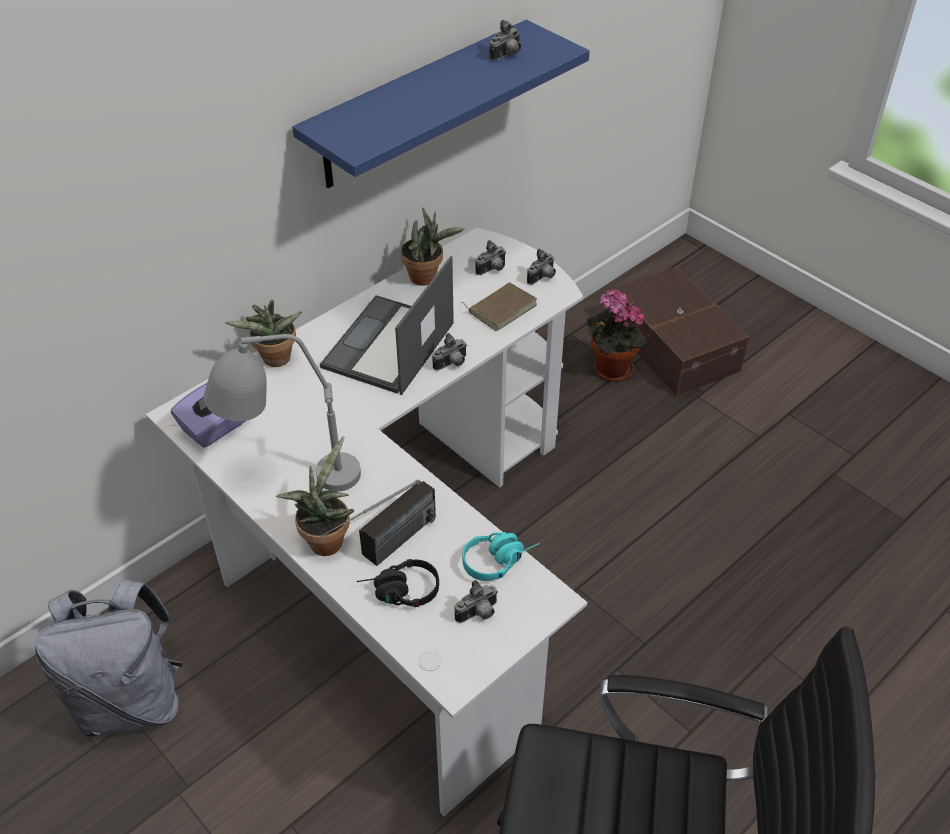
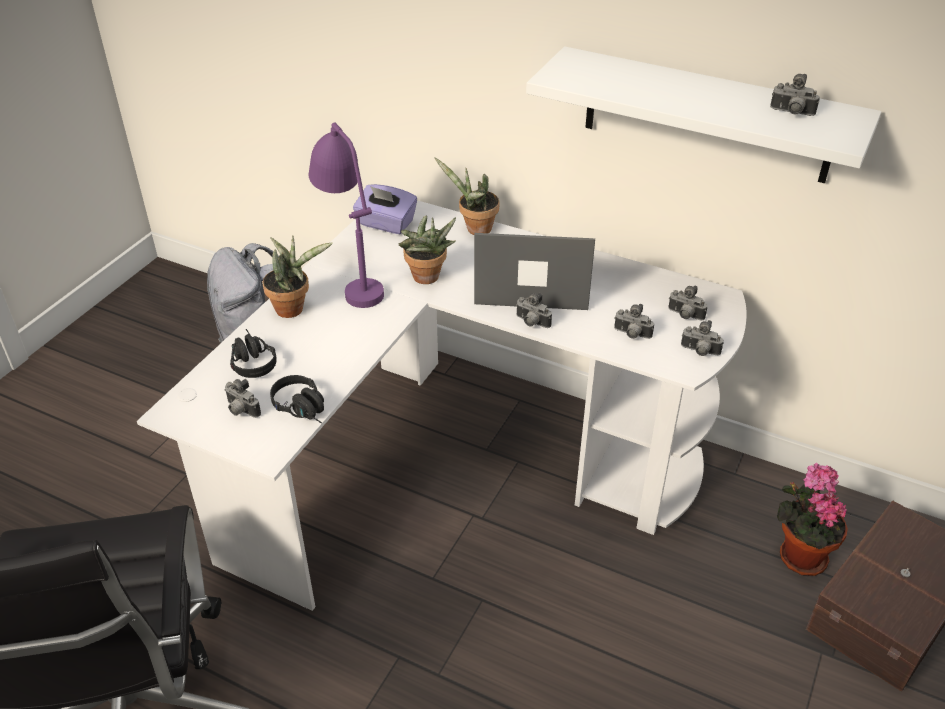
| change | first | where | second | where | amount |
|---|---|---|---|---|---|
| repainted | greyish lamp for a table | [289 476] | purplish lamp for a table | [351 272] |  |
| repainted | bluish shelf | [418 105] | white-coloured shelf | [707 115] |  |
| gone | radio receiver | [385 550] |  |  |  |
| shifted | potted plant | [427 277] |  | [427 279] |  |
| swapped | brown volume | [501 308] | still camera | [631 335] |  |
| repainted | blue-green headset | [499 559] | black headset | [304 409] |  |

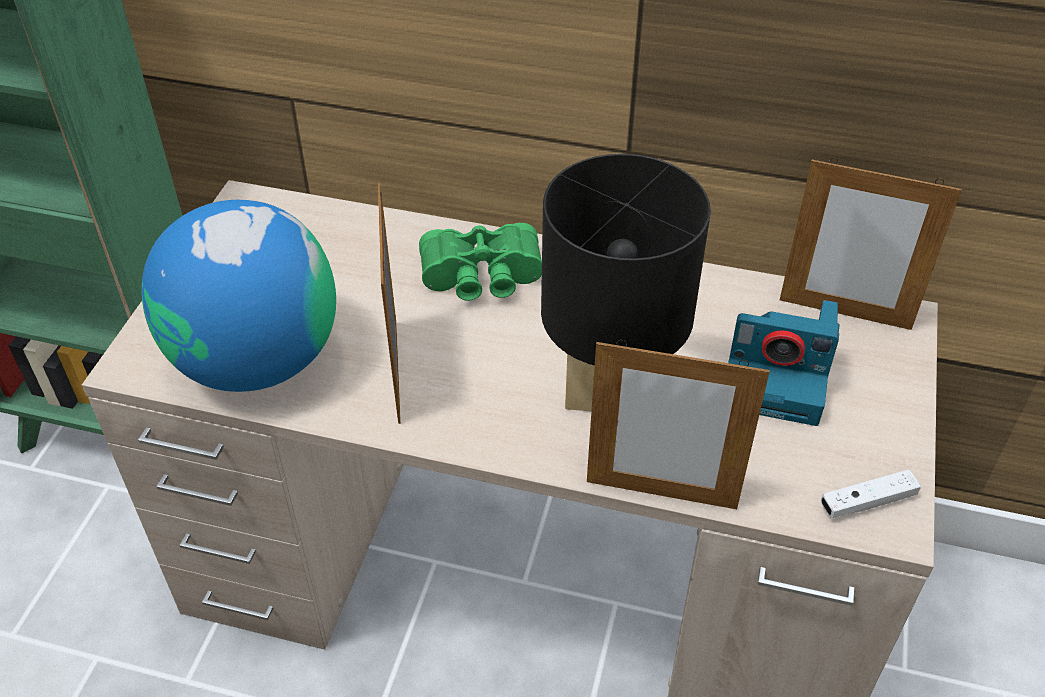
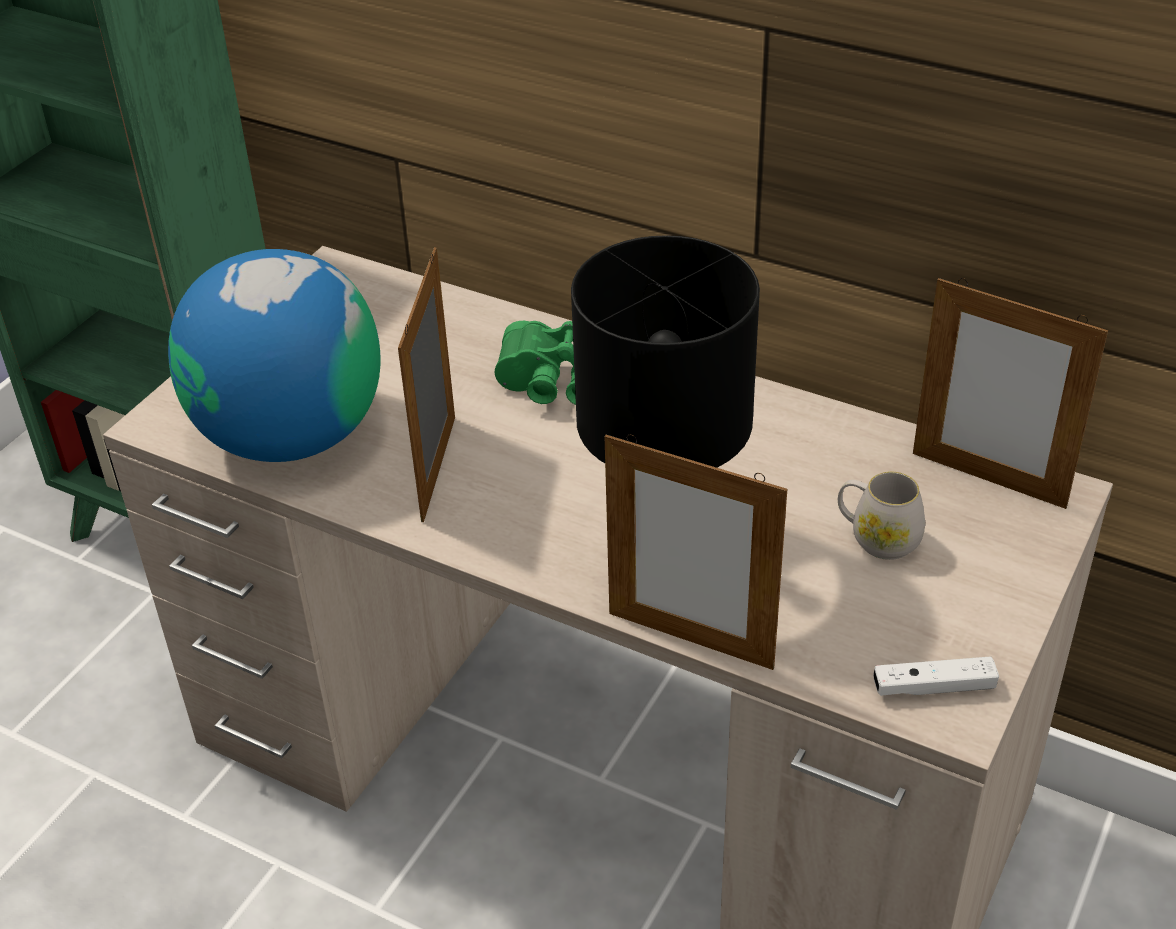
| change | first | where | second | where | amount |
|---|---|---|---|---|---|
| swapped | still camera | [778 378] | white-coloured mug | [877 538] |  |

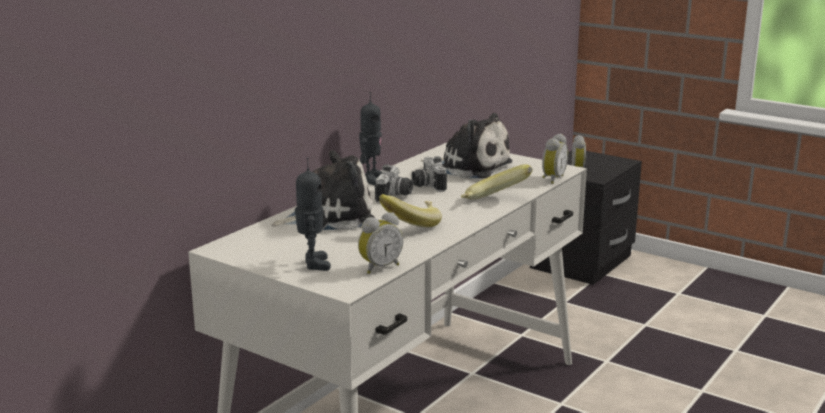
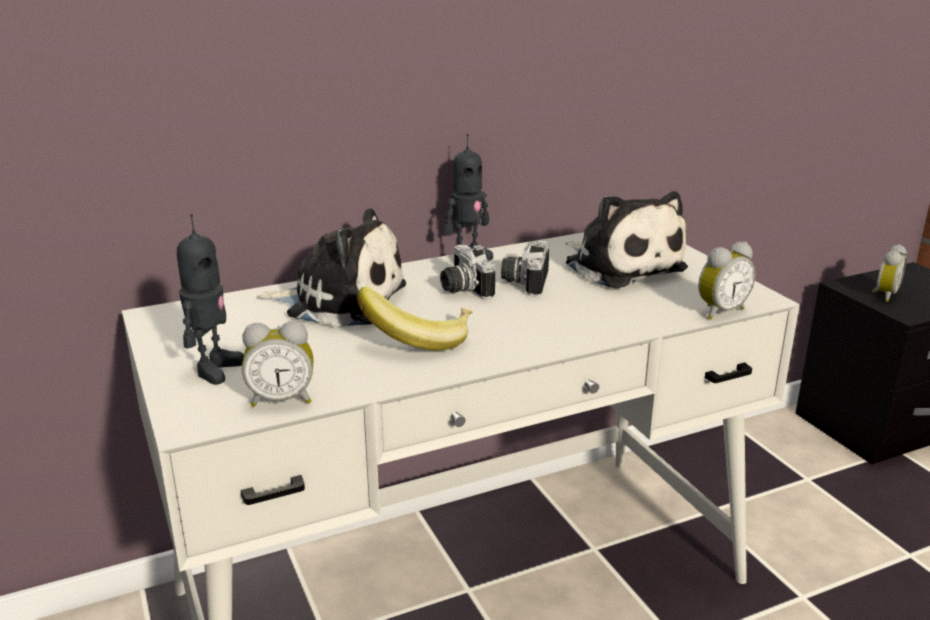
| change | first | where | second | where | amount |
|---|---|---|---|---|---|
| rotated | still camera | [395 196] |  | [462 289] | 105 degrees clockwise |
| gone | banana | [494 202] |  |  |  |

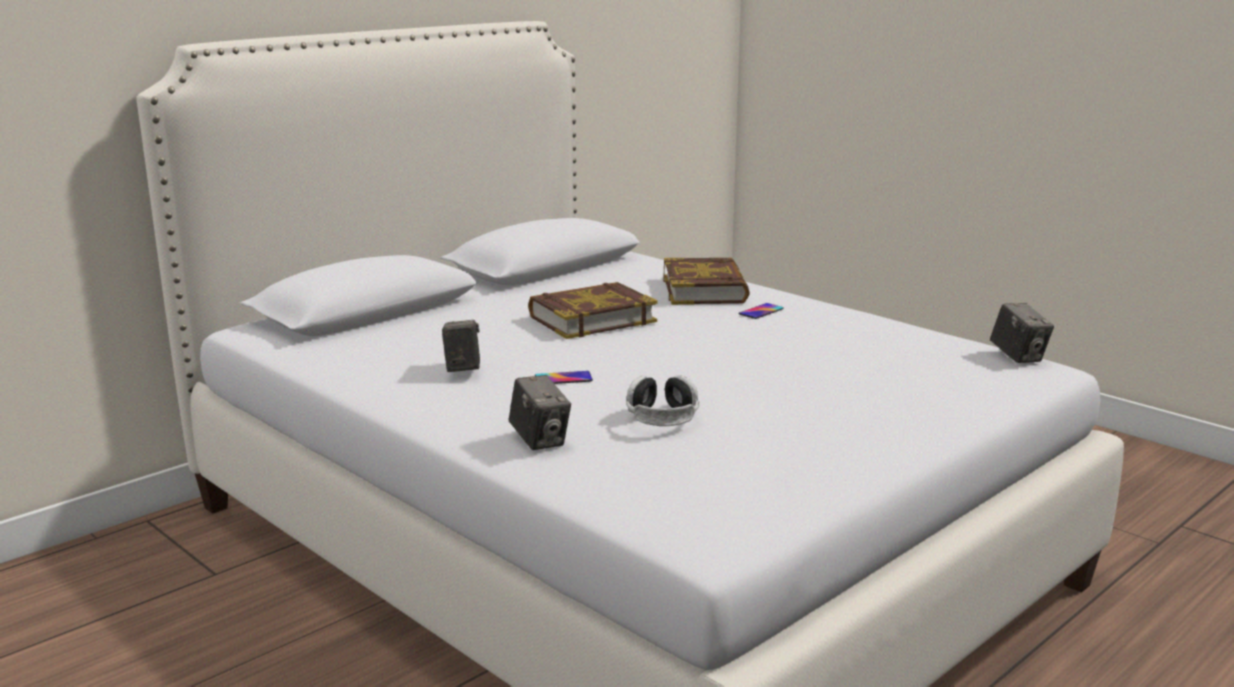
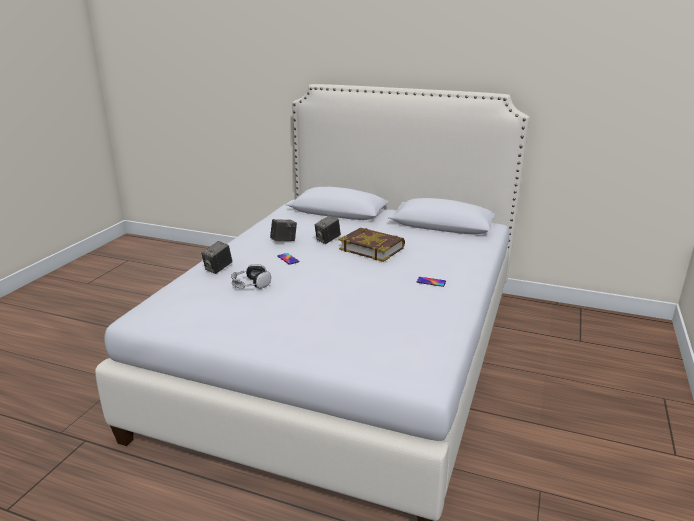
| change | first | where | second | where | amount |
|---|---|---|---|---|---|
| gone | volume | [705 290] |  |  |  |
| shifted | still camera | [1018 357] |  | [328 240] |  |

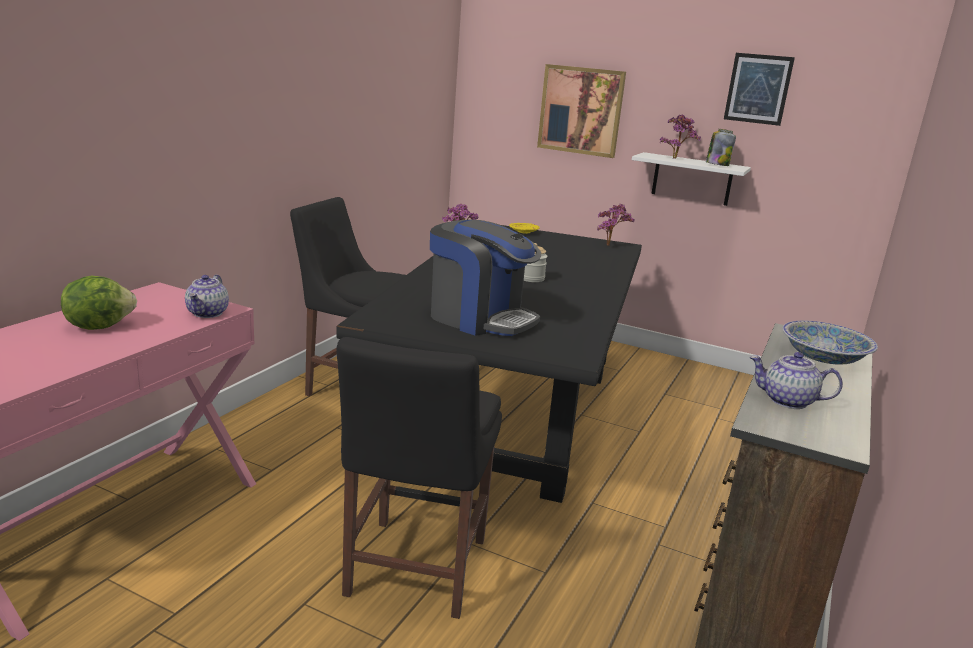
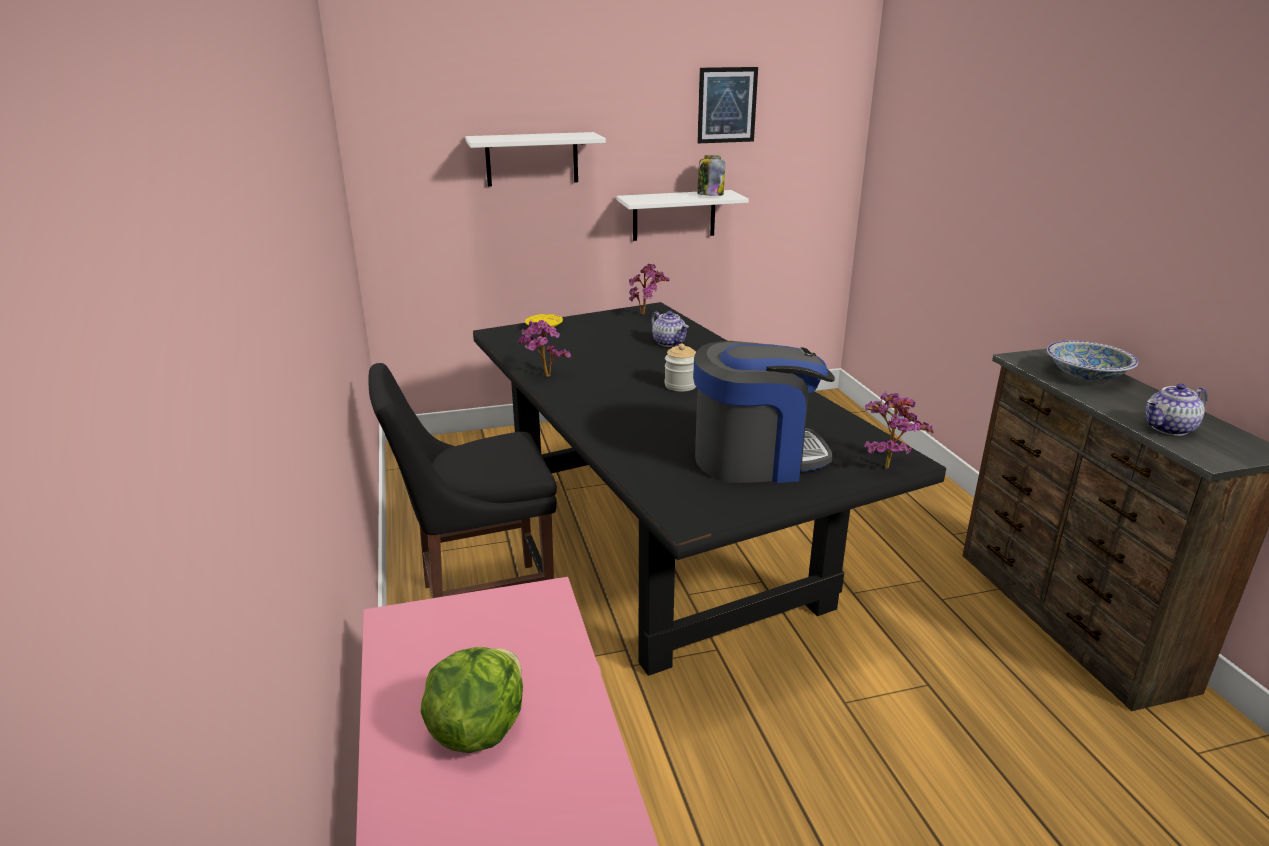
| change | first | where | second | where | amount |
|---|---|---|---|---|---|
| shifted | tea pot | [208 313] |  | [669 343] |  |
| gone | black plain chair | [413 571] |  |  |  |
| swapped | wall picture | [581 110] | white-coloured shelf | [532 159] |  |
| shifted | potted plant | [676 158] |  | [885 465] |  |

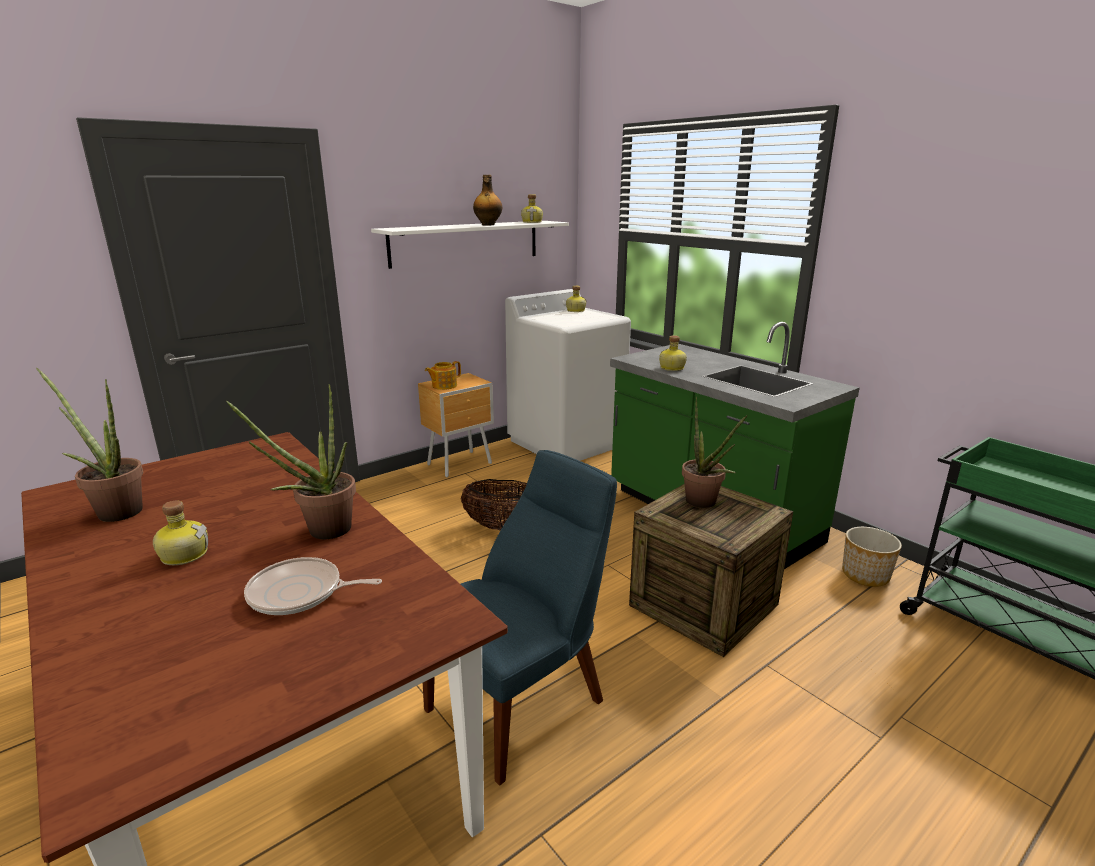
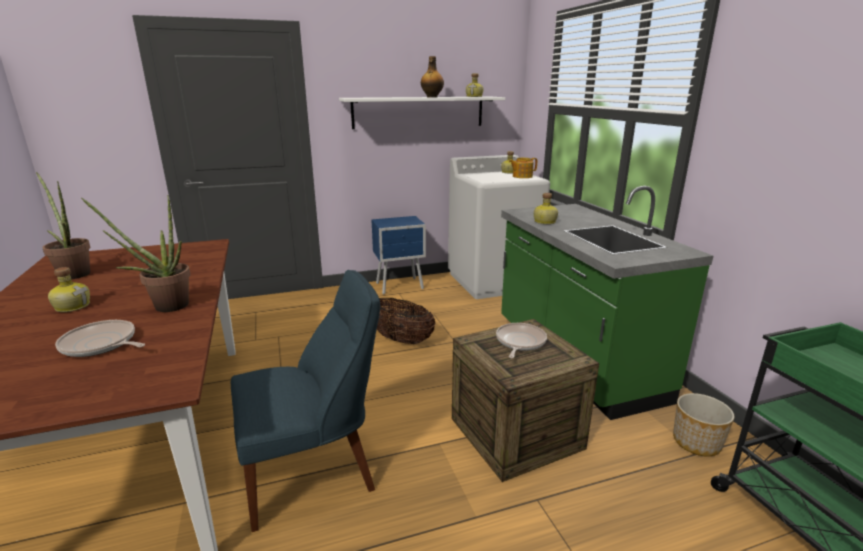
| change | first | where | second | where | amount |
|---|---|---|---|---|---|
| repainted | brown nightstand | [461 464] | bluish nightstand | [401 286] |  |
| shifted | tea pot | [443 386] |  | [521 176] |  |
| swapped | potted plant | [704 504] | skillet | [519 342] |  |

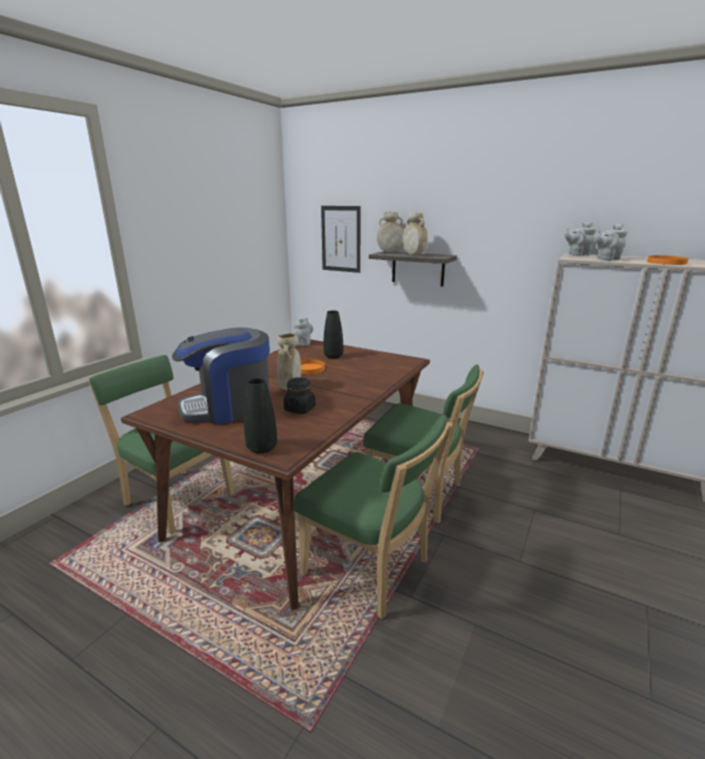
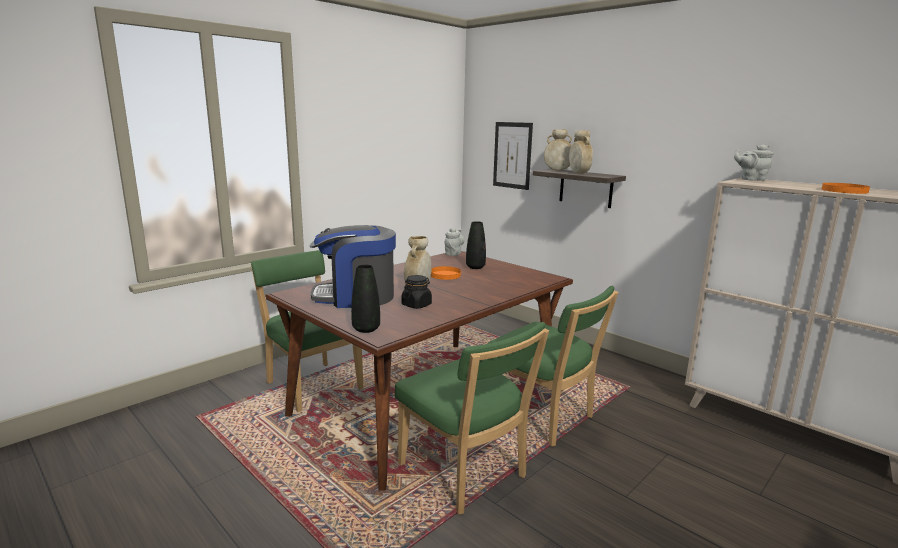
| change | first | where | second | where | amount |
|---|---|---|---|---|---|
| gone | greyish tea pot | [607 259] |  |  |  |

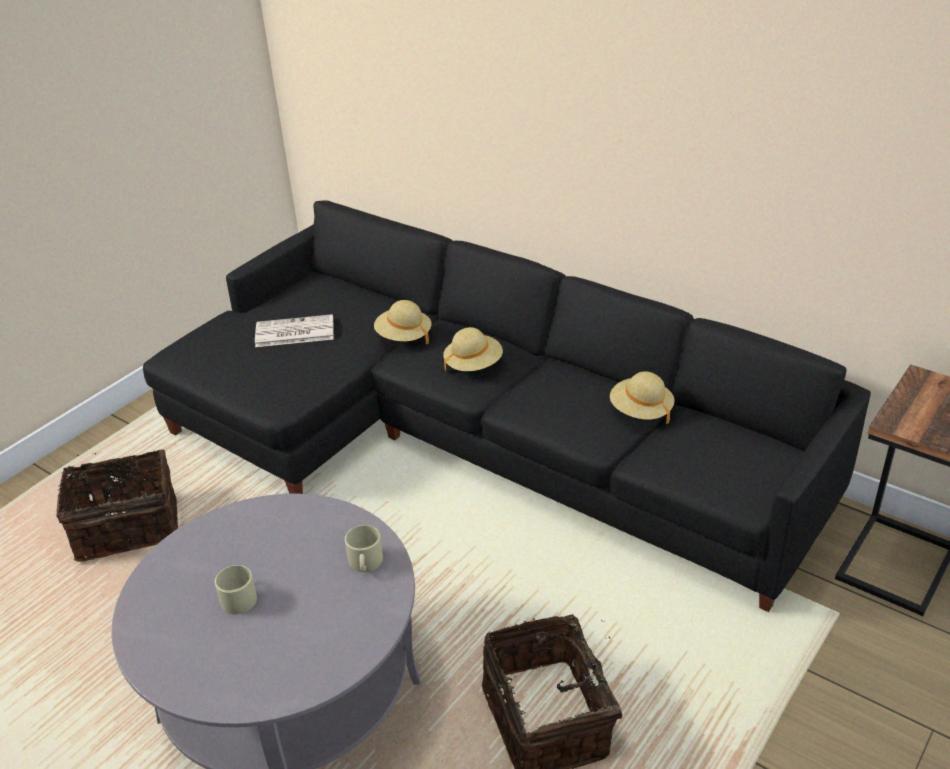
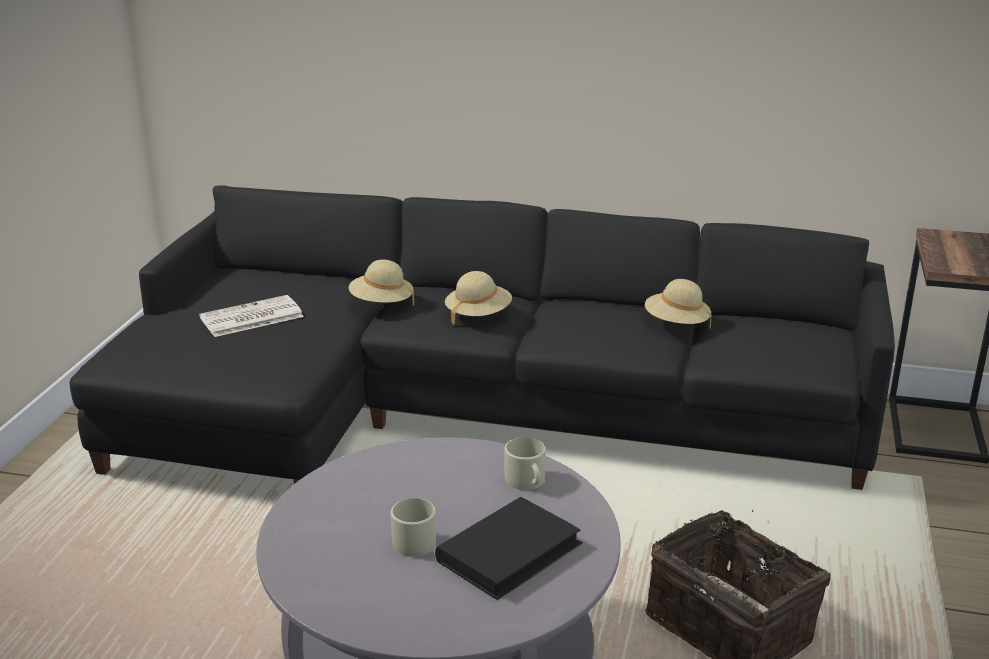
| change | first | where | second | where | amount |
|---|---|---|---|---|---|
| gone | basket | [127 526] |  |  |  |
| new |  |  | black volume | [509 552] |  |

